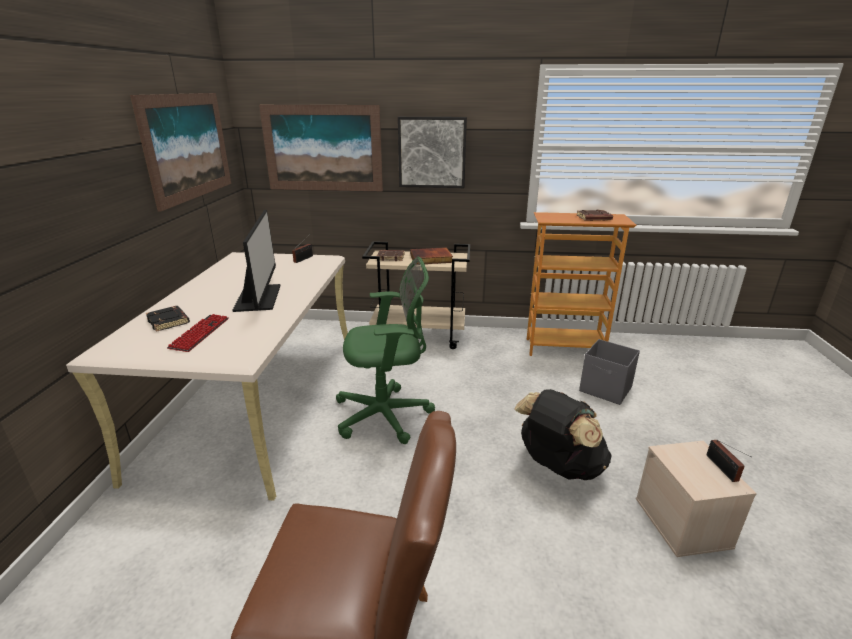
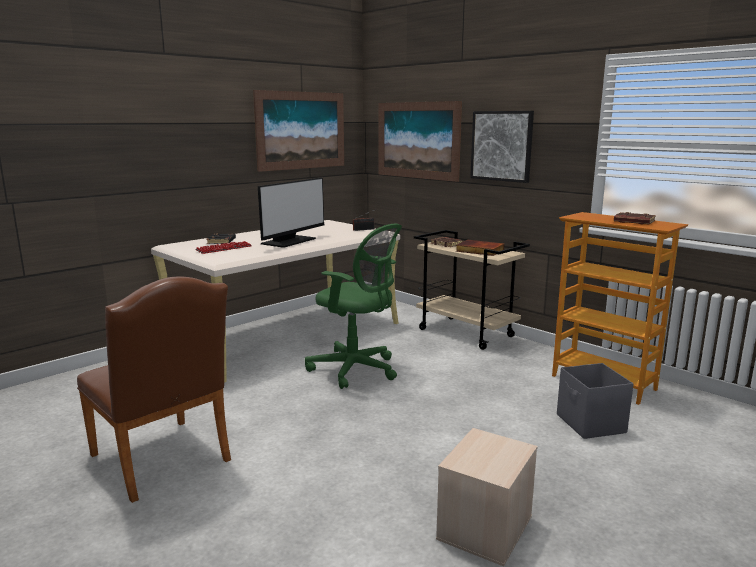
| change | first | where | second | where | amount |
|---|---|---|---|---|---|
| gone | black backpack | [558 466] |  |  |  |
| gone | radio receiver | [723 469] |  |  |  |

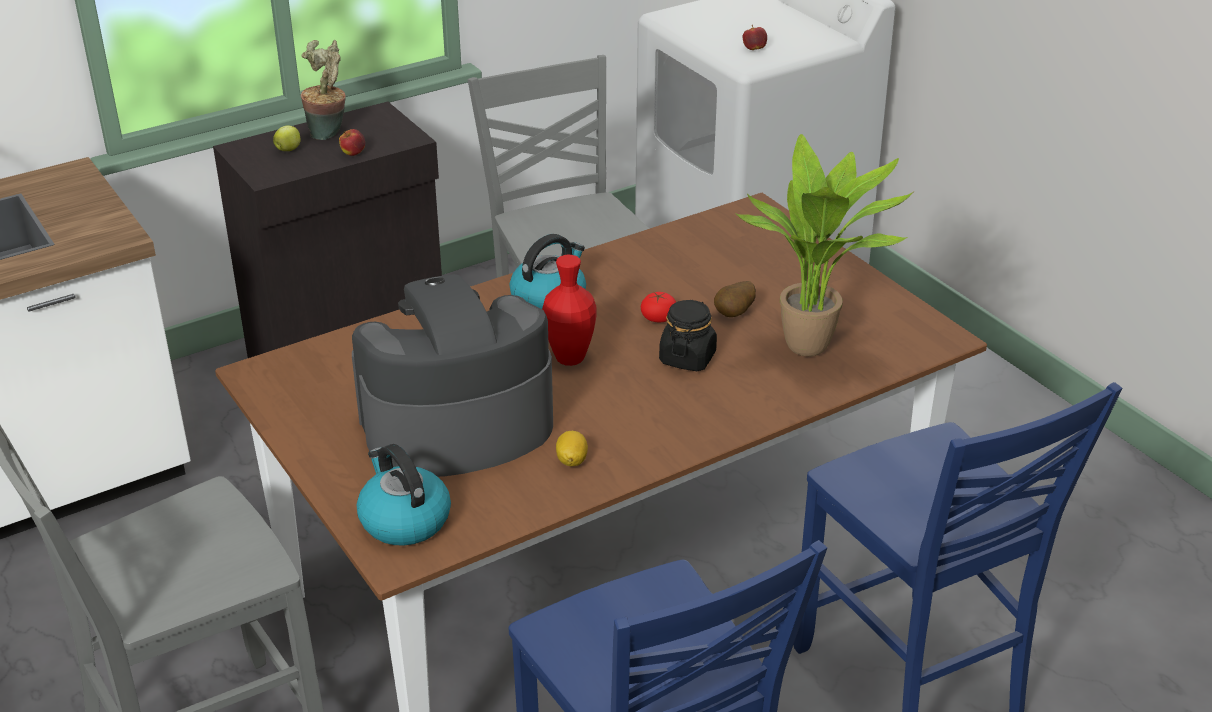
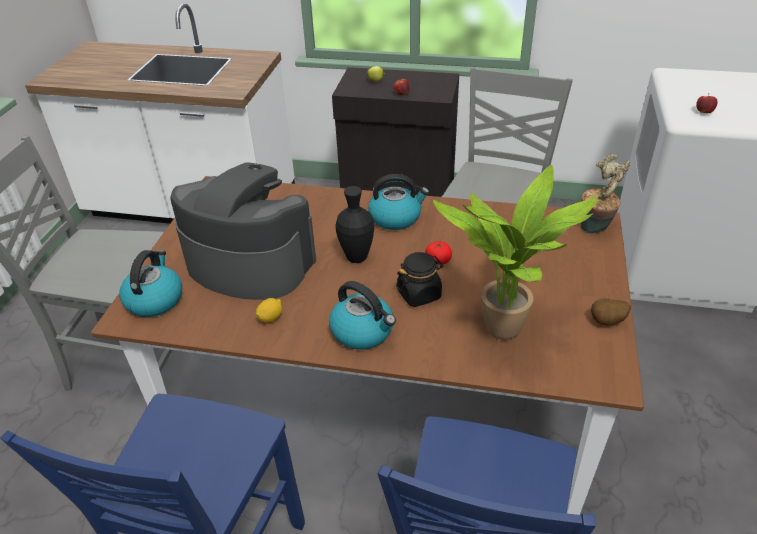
| change | first | where | second | where | amount |
|---|---|---|---|---|---|
| shifted | potted plant | [329 133] |  | [596 228] |  |
| repainted | red-coloured vase | [570 358] | black vase | [356 257] |  |
| shifted | whole potato | [735 314] |  | [607 322] |  |
| new |  |  | kettle | [363 331] |  |

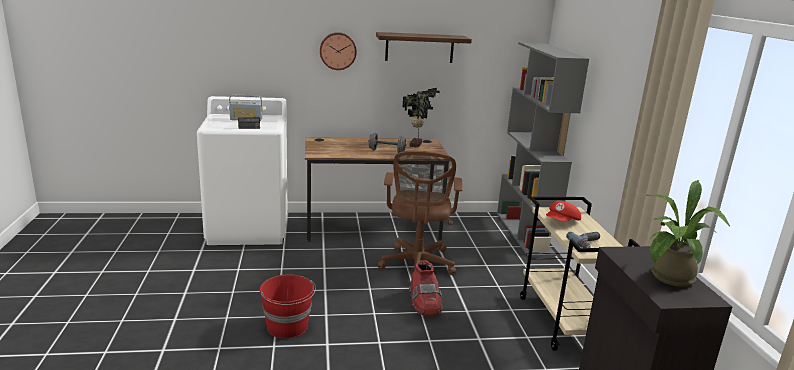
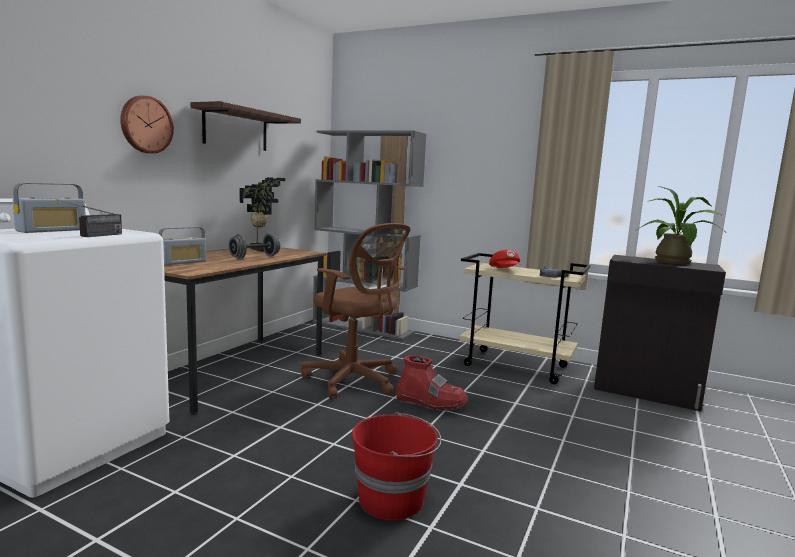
| change | first | where | second | where | amount |
|---|---|---|---|---|---|
| new |  |  | radio receiver | [183 262] |  |

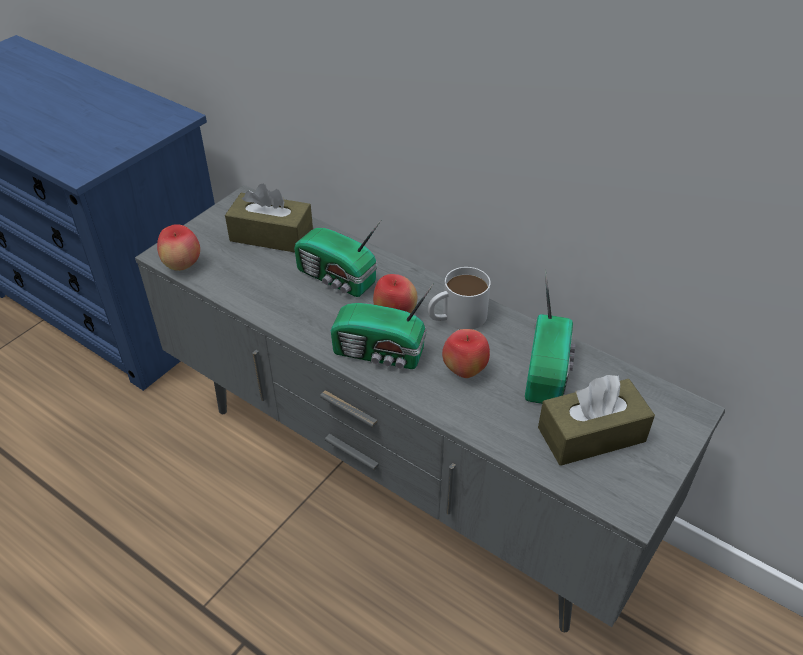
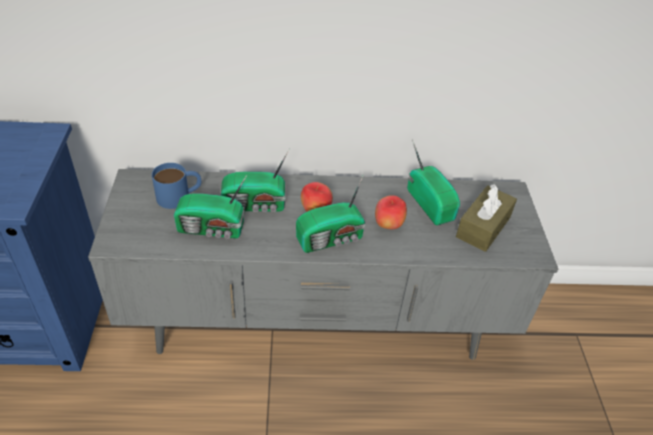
| change | first | where | second | where | amount |
|---|---|---|---|---|---|
| gone | whole apple | [182 265] |  |  |  |
| swapped | brown box of tissues | [271 235] | bluish mug | [179 196] |  |
| gone | white-coloured mug | [456 317] |  |  |  |
| new |  |  | radio receiver | [212 229] |  |

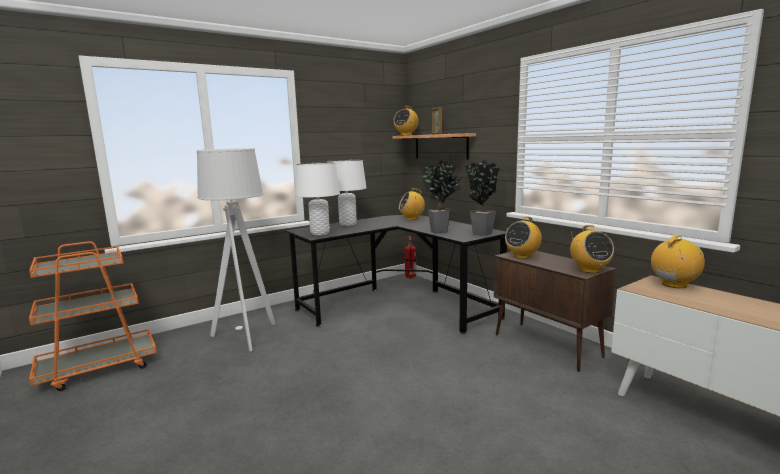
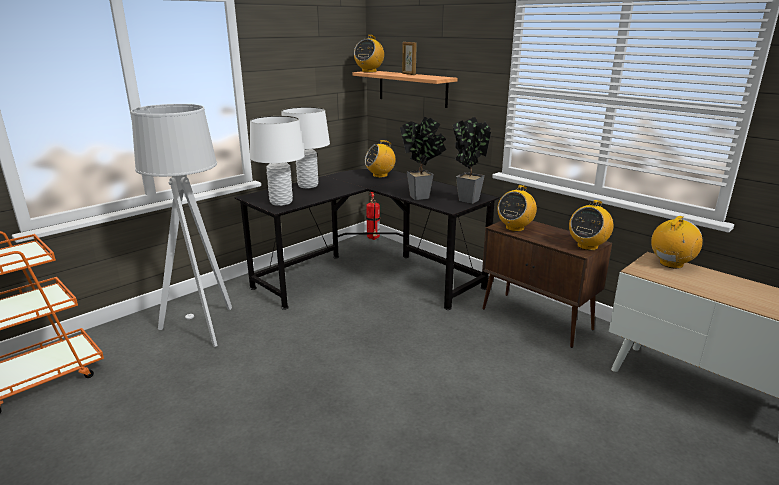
| change | first | where | second | where | amount |
|---|---|---|---|---|---|
| rotated | radio receiver | [589 270] |  | [587 246] | 60 degrees clockwise |

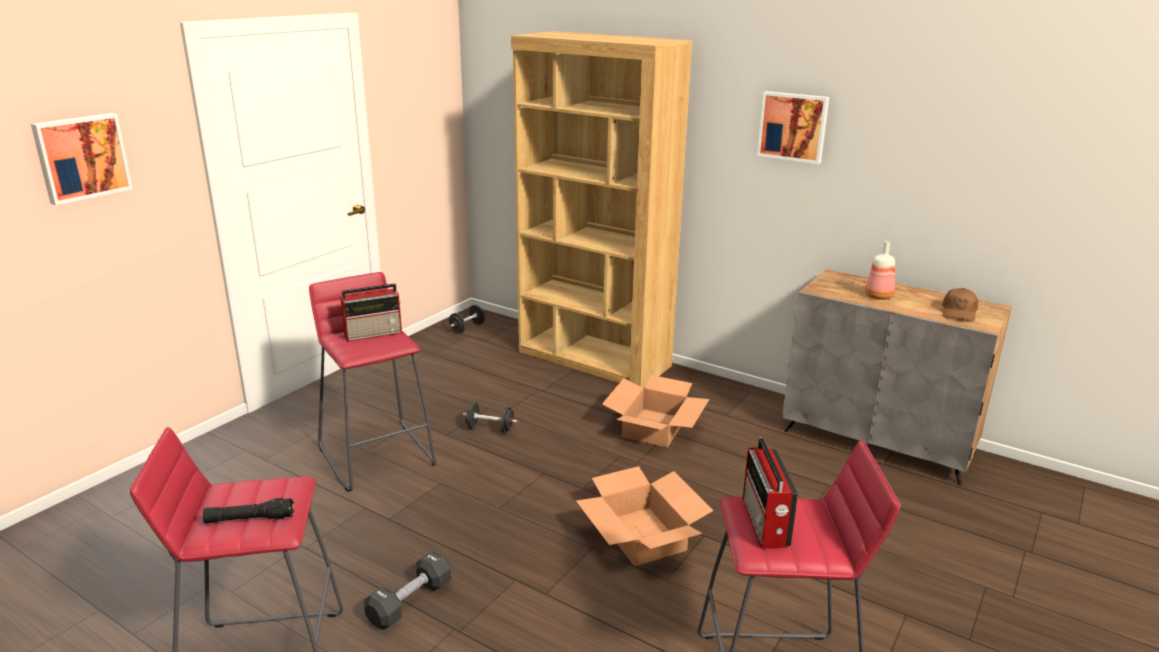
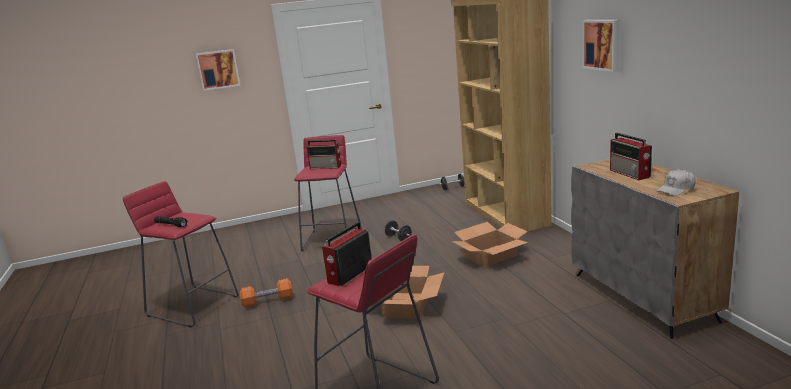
| change | first | where | second | where | amount |
|---|---|---|---|---|---|
| repainted | black free weight | [410 602] | orangey free weight | [268 301] |  |
| swapped | bottle | [879 296] | radio receiver | [630 174] |  |
| repainted | brown cap | [959 312] | white-coloured cap | [676 190] |  |

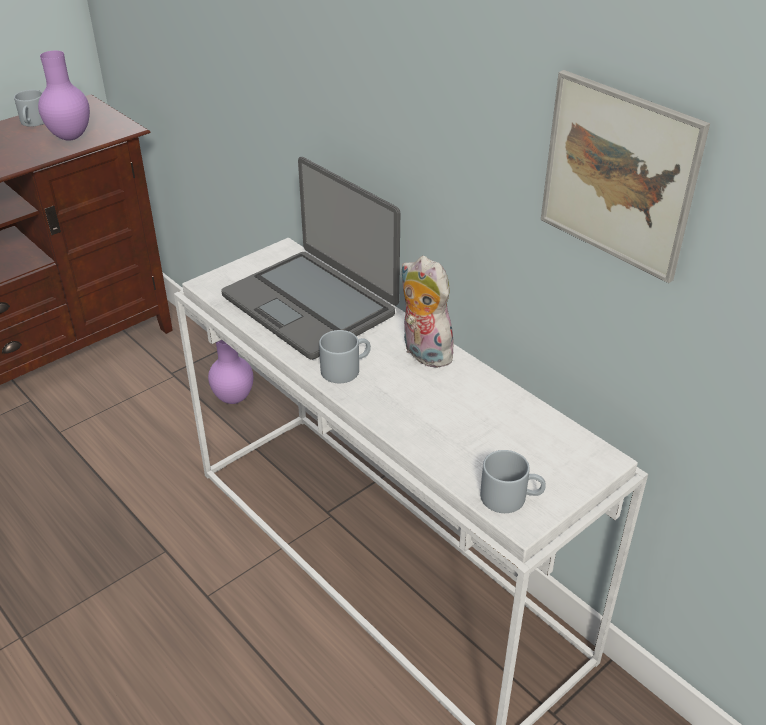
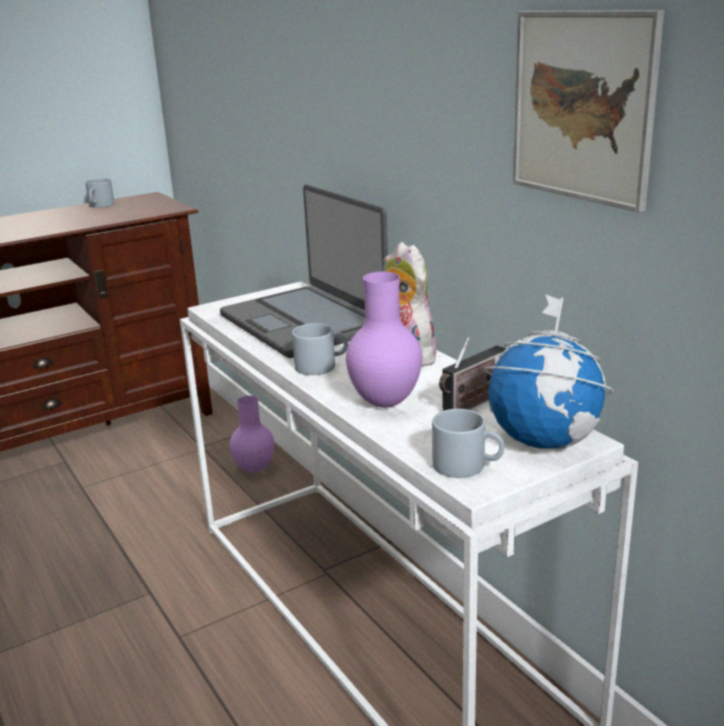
| change | first | where | second | where | amount |
|---|---|---|---|---|---|
| shifted | purplish vase | [72 137] |  | [387 402] |  |
| new |  |  | radio receiver | [473 404] |  |
| new |  |  | world globe | [544 440] |  |

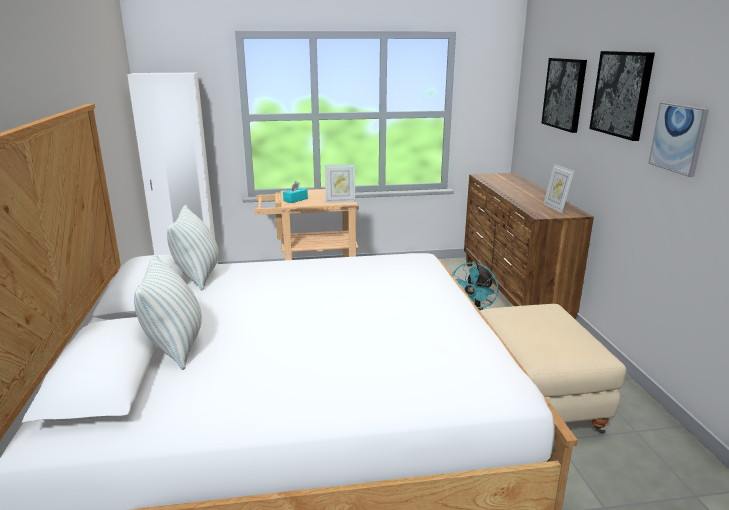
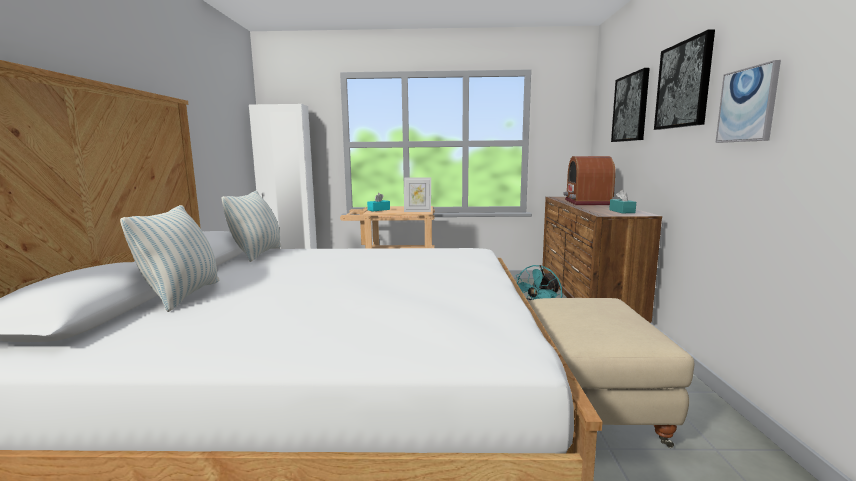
| change | first | where | second | where | amount |
|---|---|---|---|---|---|
| swapped | photo frame | [555 208] | blue-green box of tissues | [622 211] |  |
| new |  |  | radio receiver | [587 202] |  |

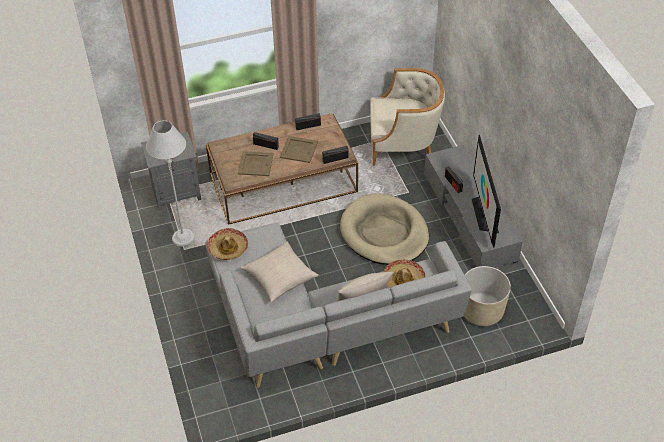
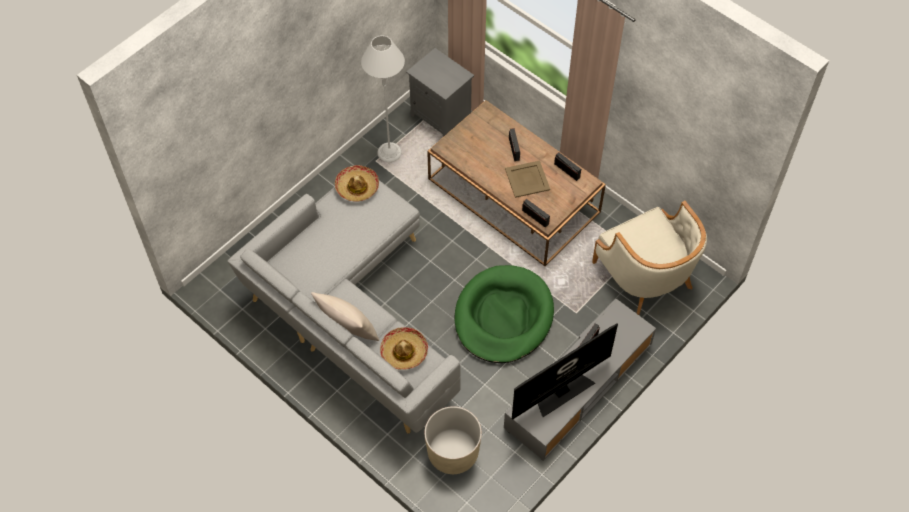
| change | first | where | second | where | amount |
|---|---|---|---|---|---|
| gone | beige-coloured serving tray | [256 163] |  |  |  |
| gone | beige-coloured pillow | [280 278] |  |  |  |
| repainted | beige-coloured dog bed | [384 233] | green dog bed | [503 317] |  |

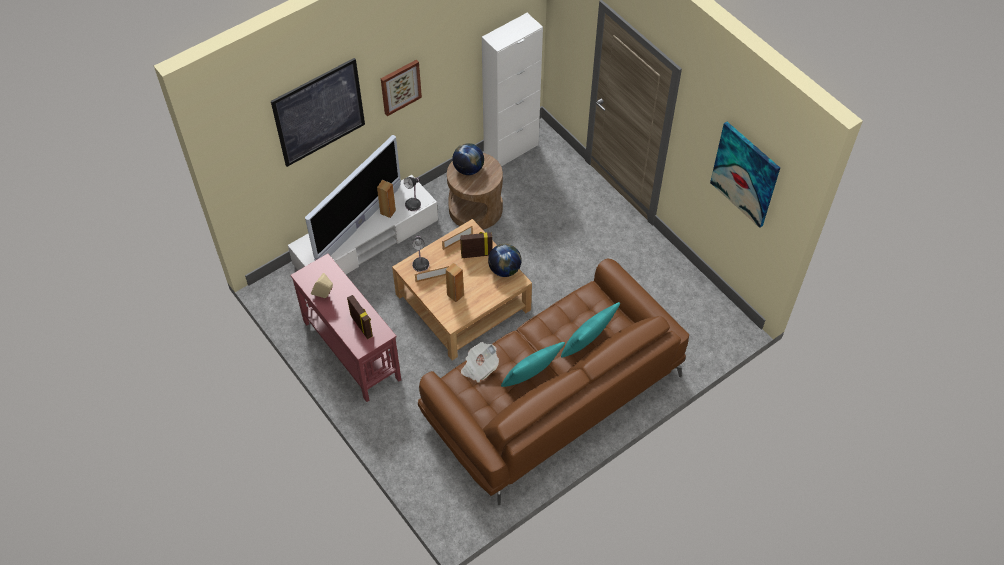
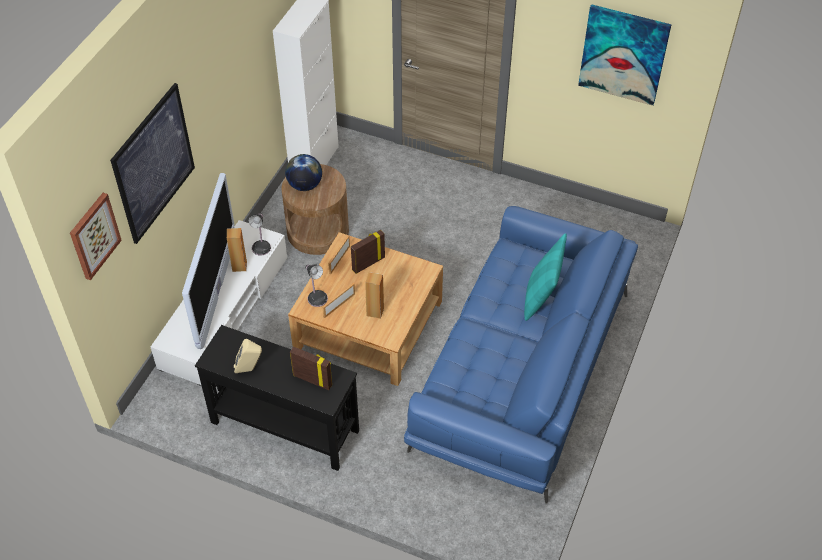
| change | first | where | second | where | amount |
|---|---|---|---|---|---|
| repainted | red-coloured hall table | [351 349] | black hall table | [284 426] |  |
| shifted | wall picture | [400 87] |  | [94 235] |  |
| repainted | brown couch | [551 395] | bluish couch | [521 371] |  |
| gone | newspaper | [479 367] |  |  |  |
| gone | world globe | [504 269] |  |  |  |
| gone | blue-green pillow | [531 378] |  |  |  |

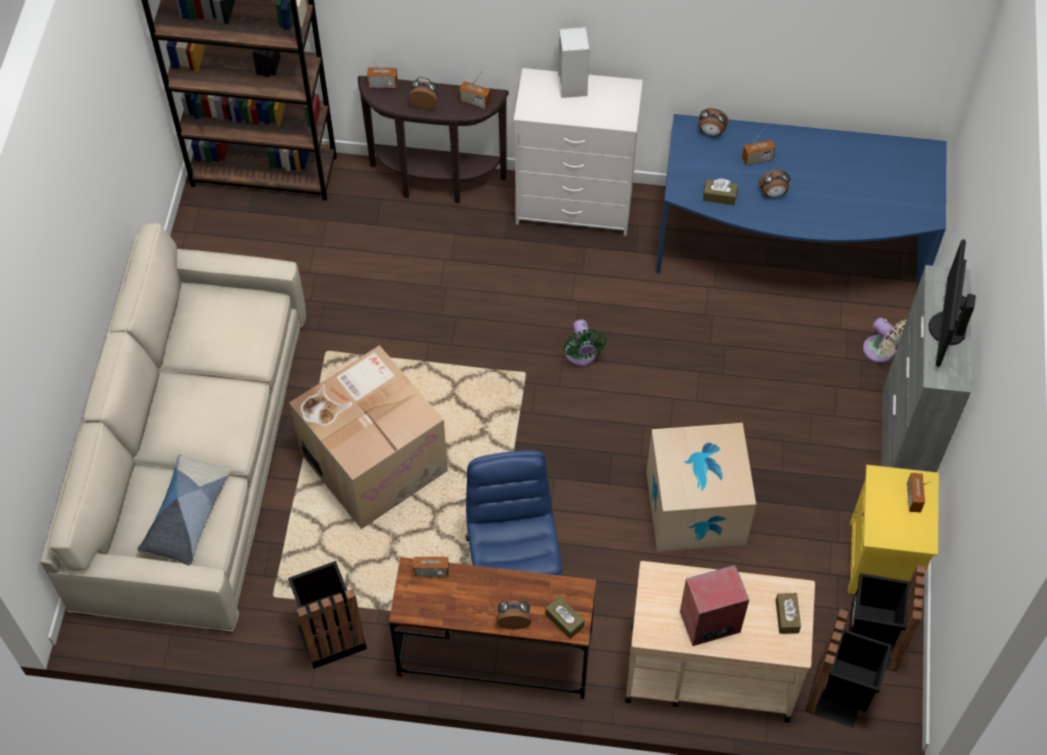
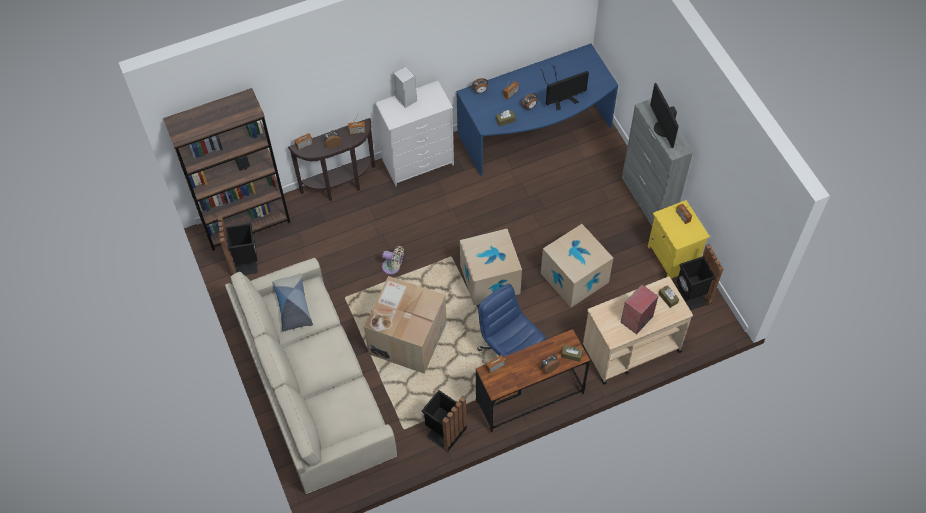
| change | first | where | second | where | amount |
|---|---|---|---|---|---|
| shifted | pillow | [186 515] |  | [292 306] |  |
| gone | green electric fan | [581 355] |  |  |  |
| shifted | black waste bin | [840 694] |  | [245 262] |  |
| shifted | beige-coloured electric fan | [881 352] |  | [393 267] |  |
| new |  |  | carton | [490 279] |  |
| new |  |  | computer display | [561 95] |  |

